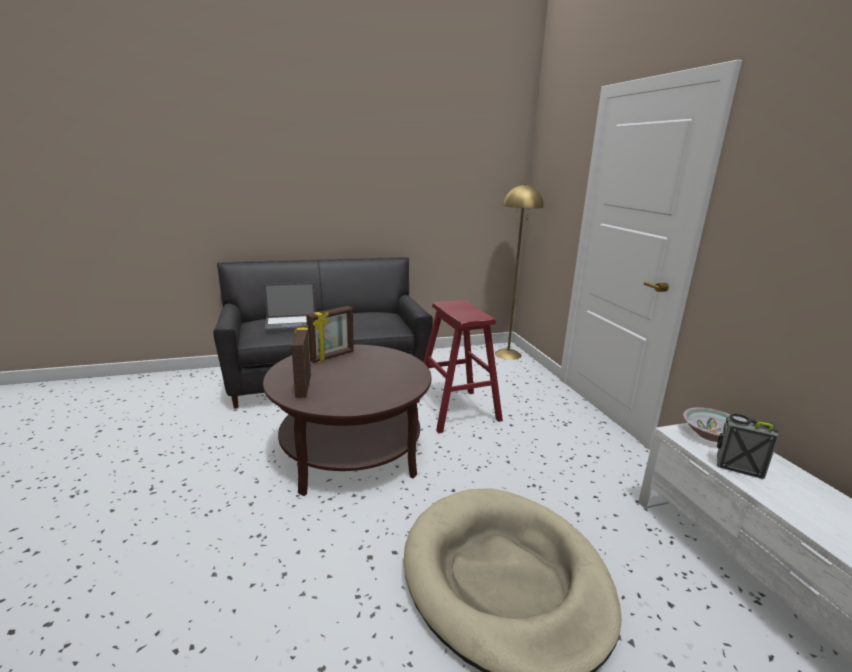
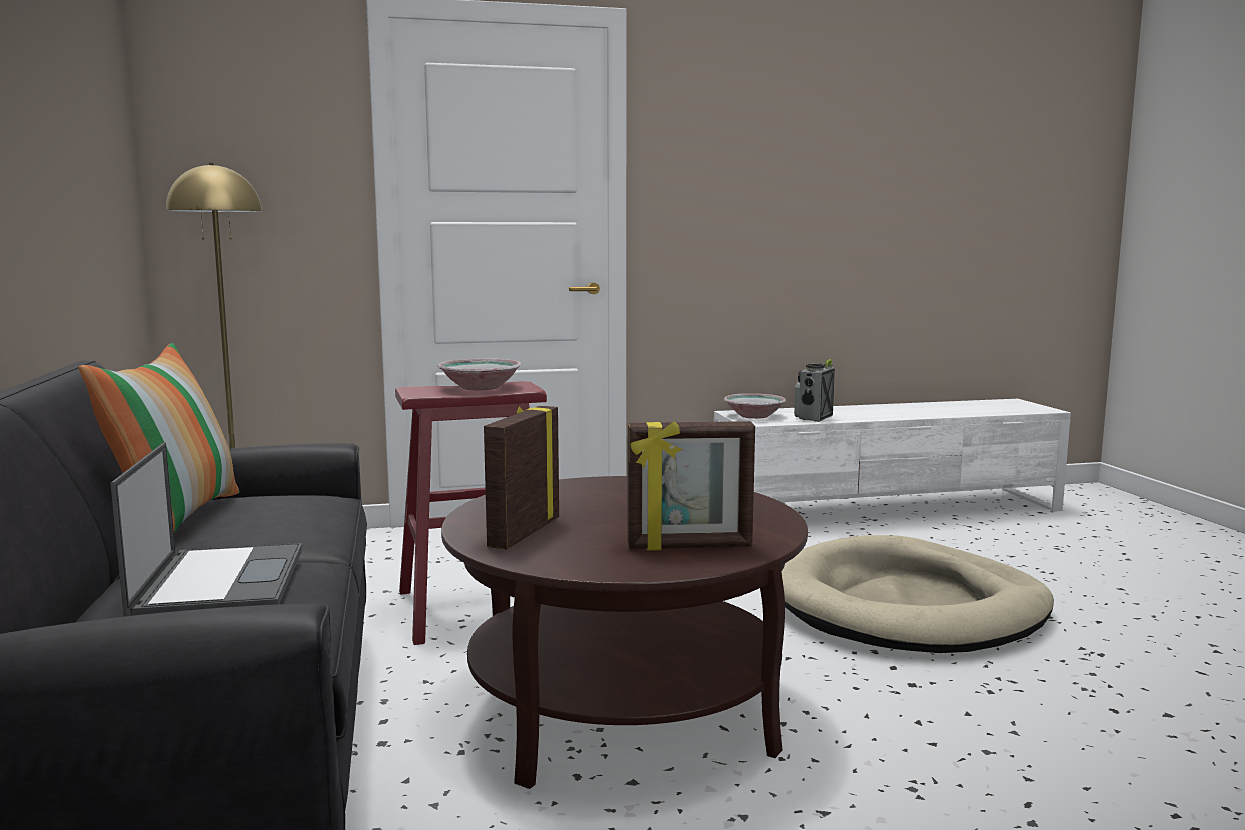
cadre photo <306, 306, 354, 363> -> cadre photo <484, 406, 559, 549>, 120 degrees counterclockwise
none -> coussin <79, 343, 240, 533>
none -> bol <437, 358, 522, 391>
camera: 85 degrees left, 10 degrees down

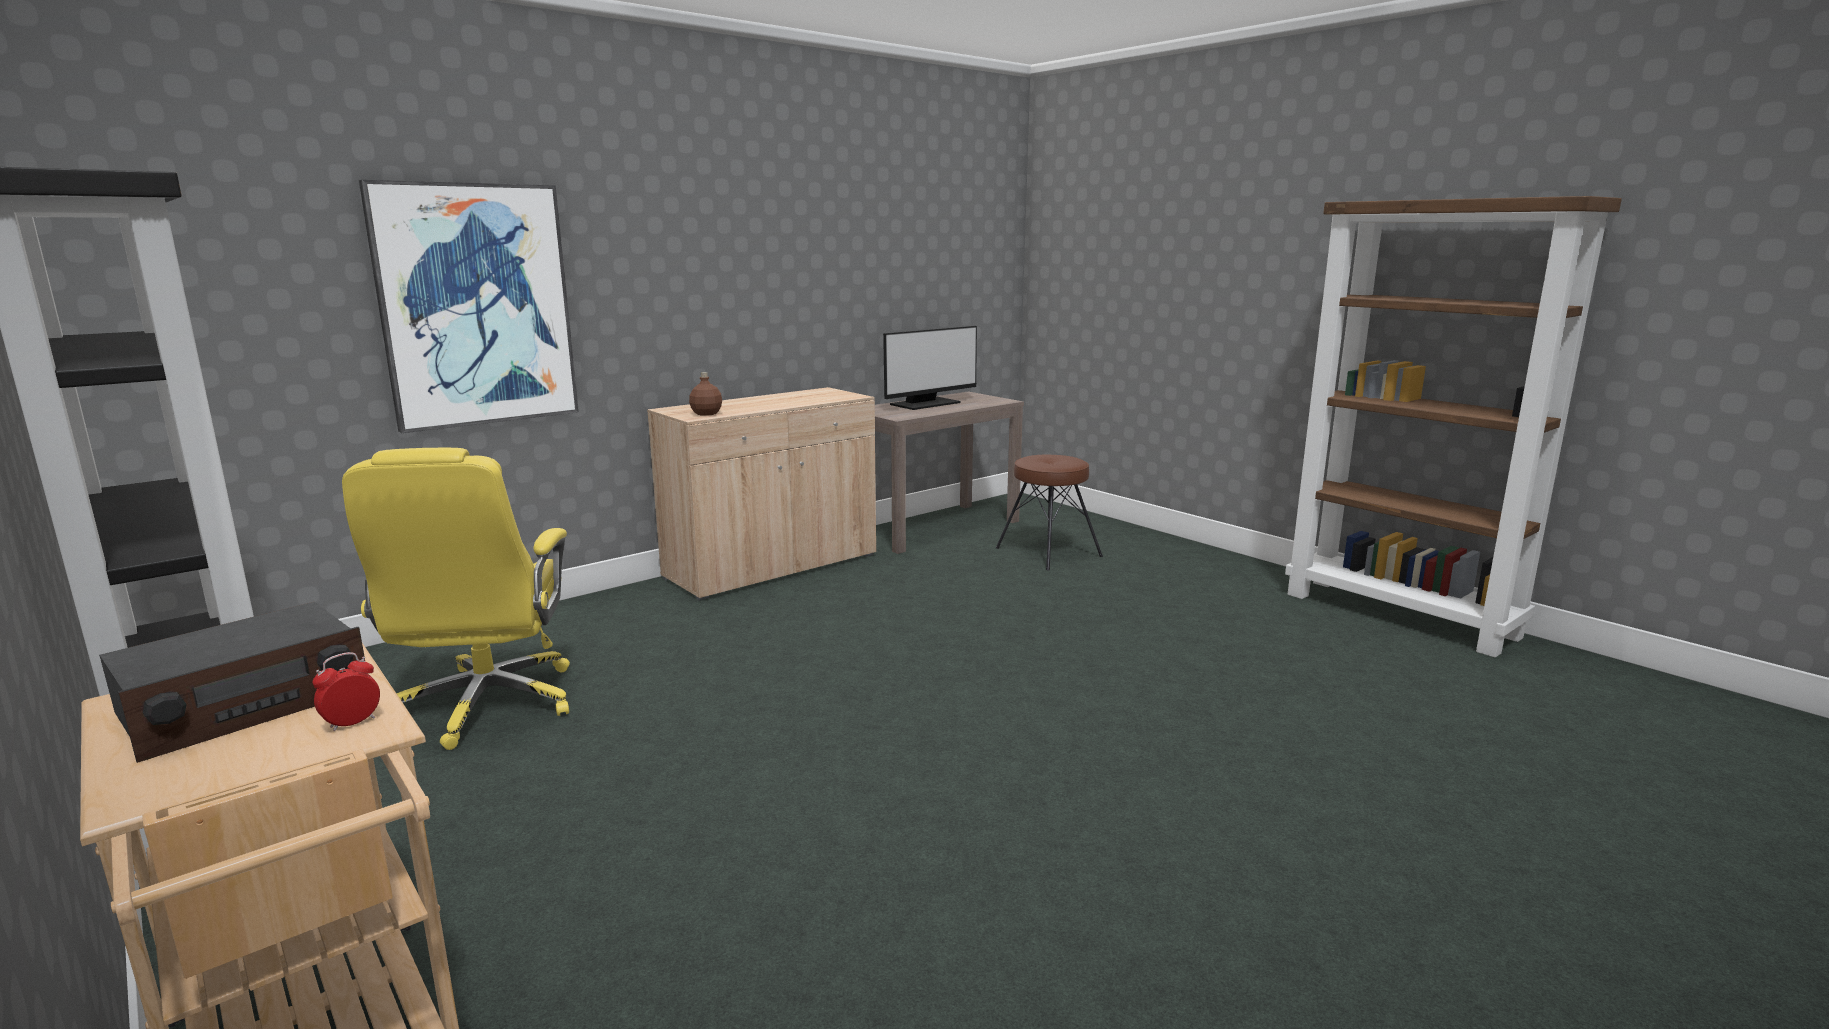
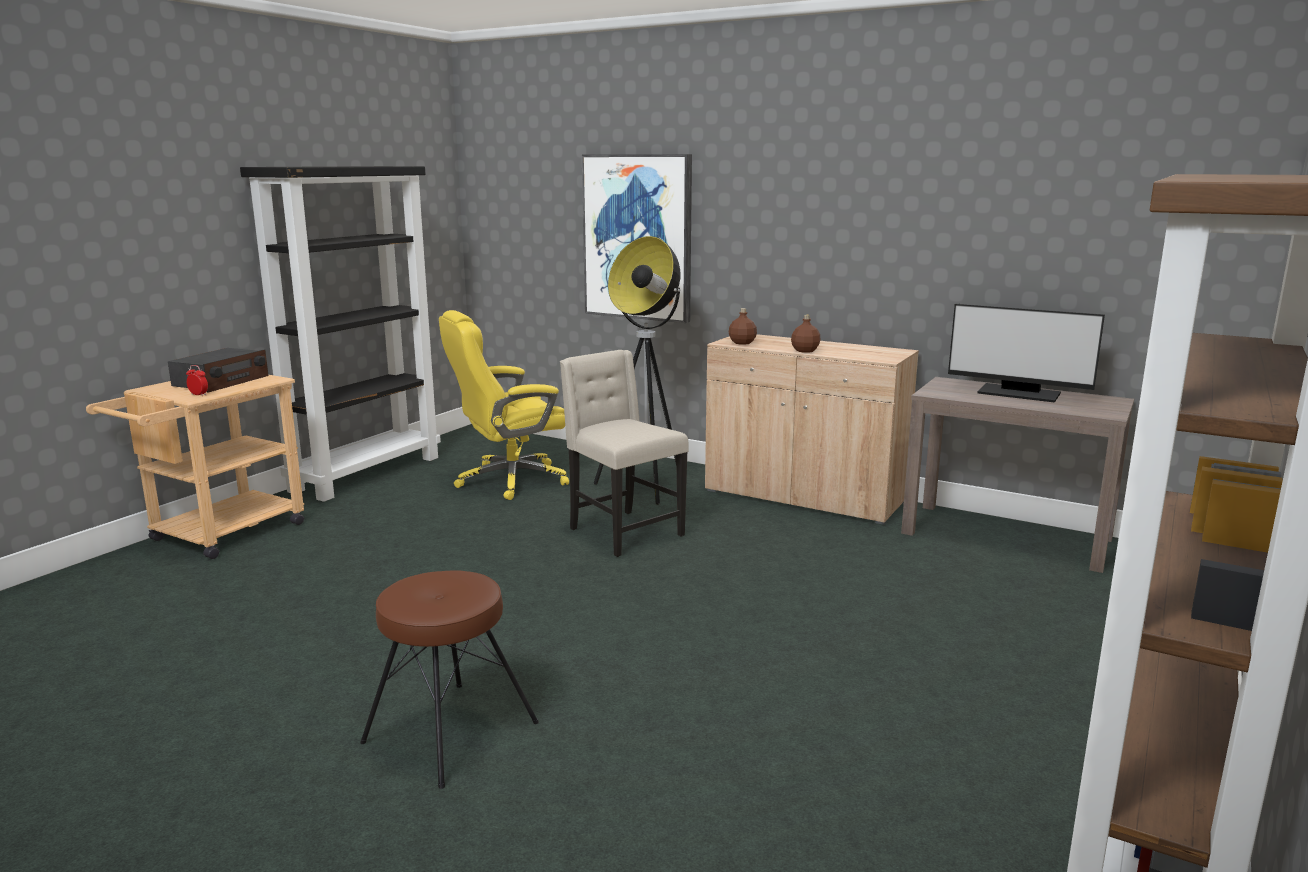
radio <99, 602, 365, 763> -> radio <168, 348, 269, 393>, 90 degrees counterclockwise
tabouret/marron <996, 455, 1103, 570> -> tabouret/marron <360, 570, 539, 789>, moved
none -> chaise/beige <560, 350, 689, 557>
none -> lampadaire <594, 236, 681, 505>
none -> bouteille/marron <791, 315, 821, 353>
camera: 70 degrees right, 0 degrees up

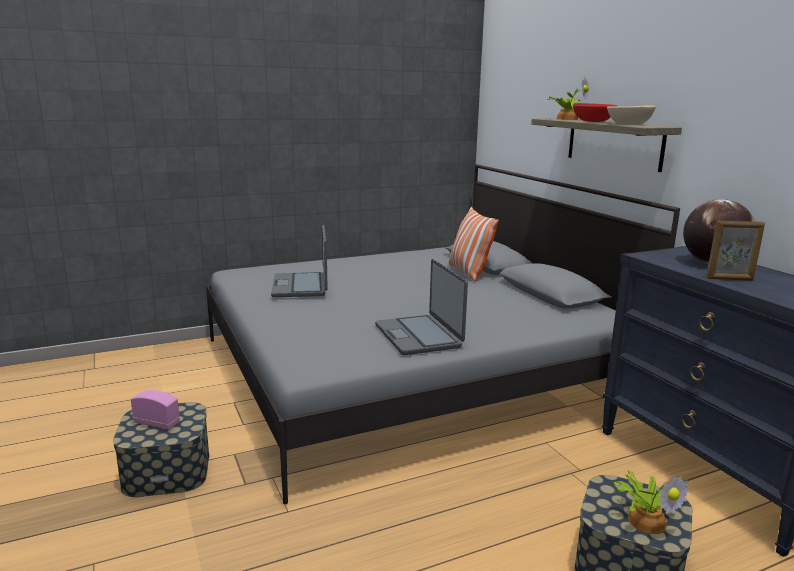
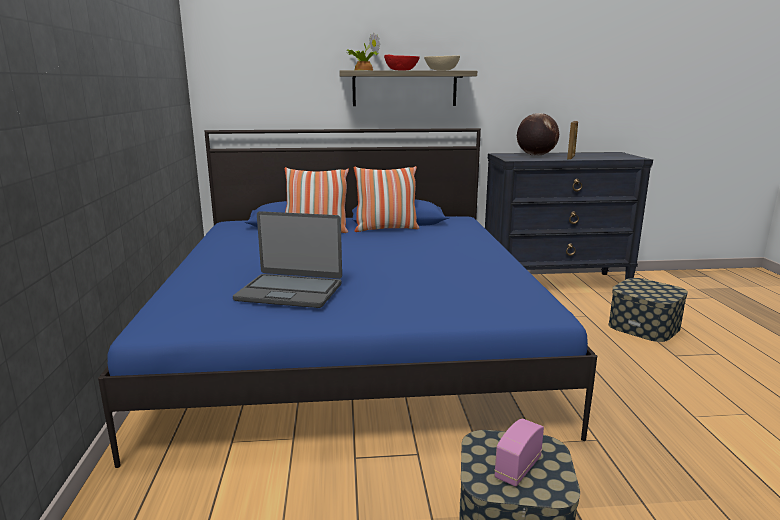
lit/gris <206, 164, 680, 504> -> lit/bleu <98, 128, 597, 468>
ordinateur portable <375, 259, 468, 355> -> none
plante en pot <612, 470, 689, 534> -> none
none -> coussin <354, 166, 419, 232>
camera: 70 degrees left, 0 degrees up

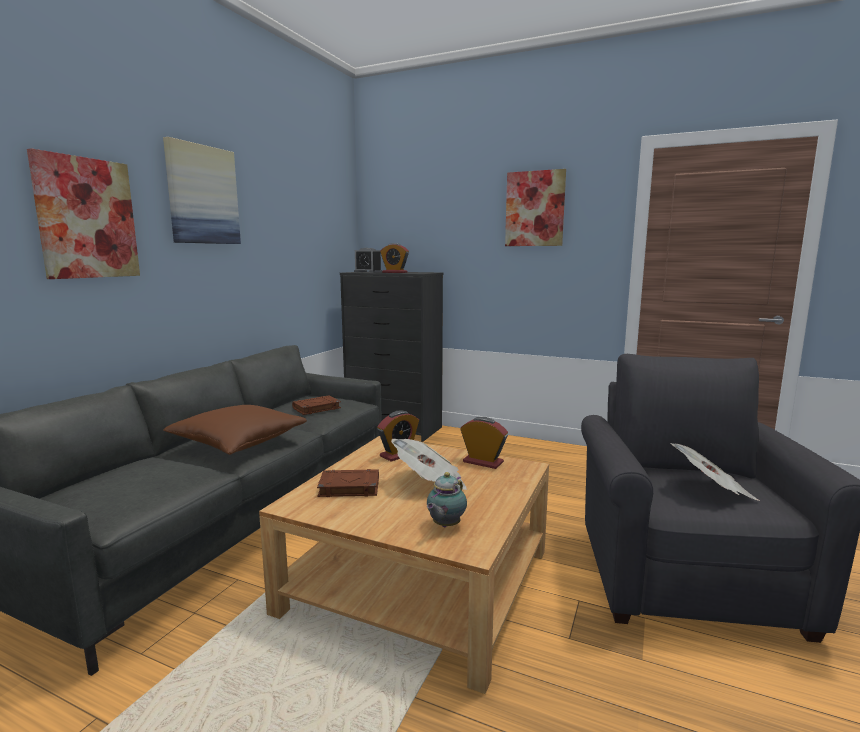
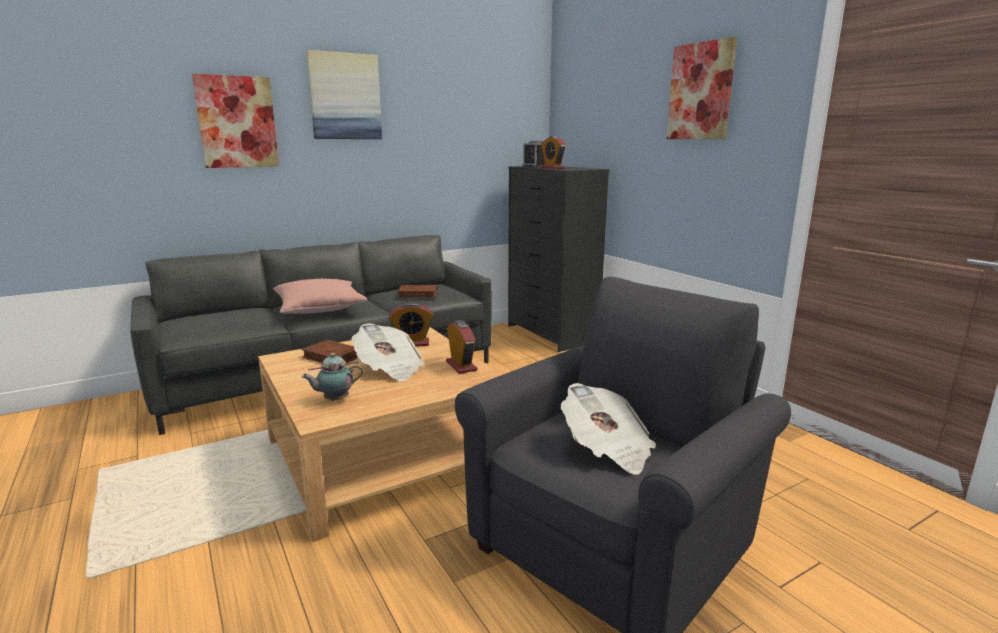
coussin/marron <163, 405, 307, 455> -> coussin/rose <273, 279, 367, 314>
camera: 35 degrees right, 5 degrees up

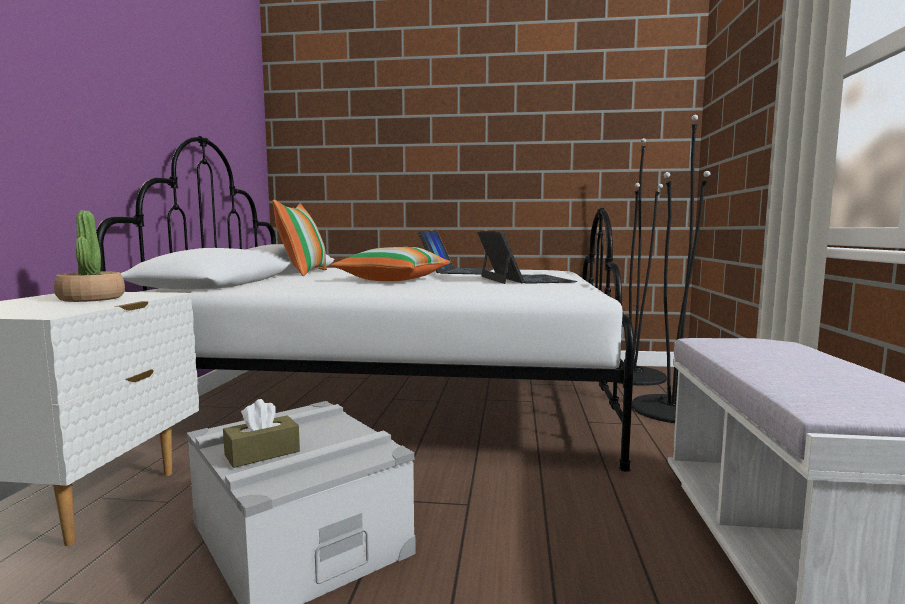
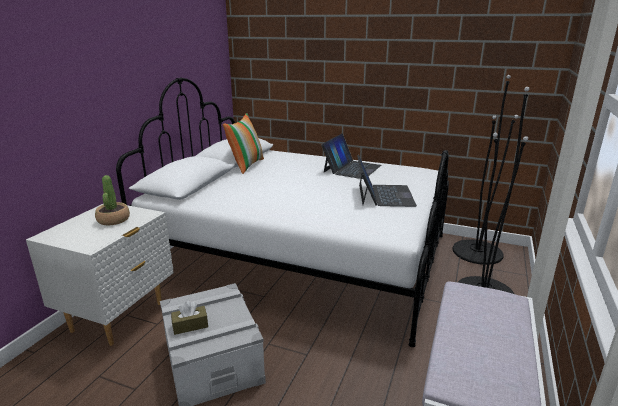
coussin <331, 247, 451, 281> -> none
camera: 15 degrees right, 15 degrees up

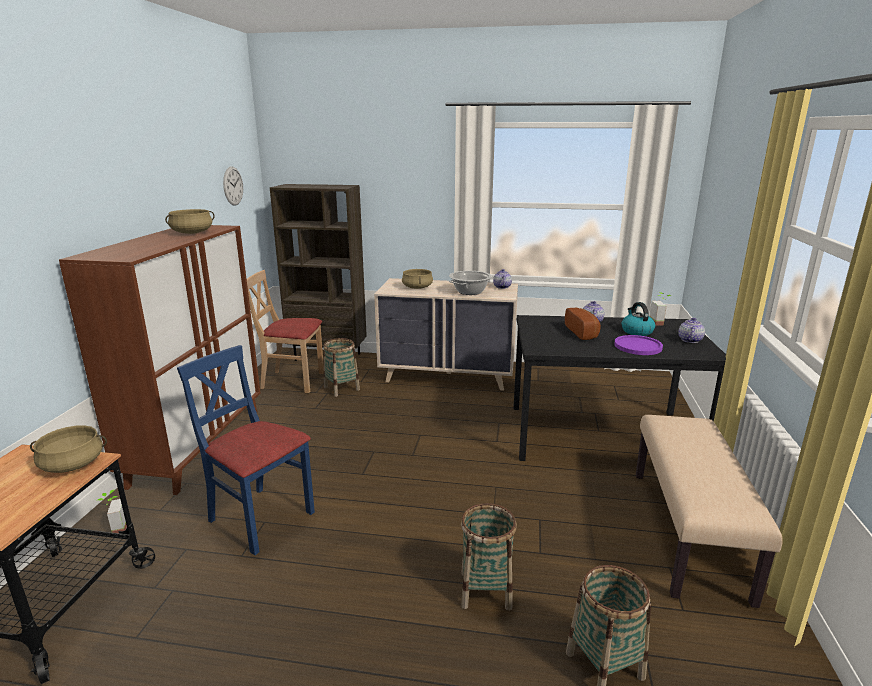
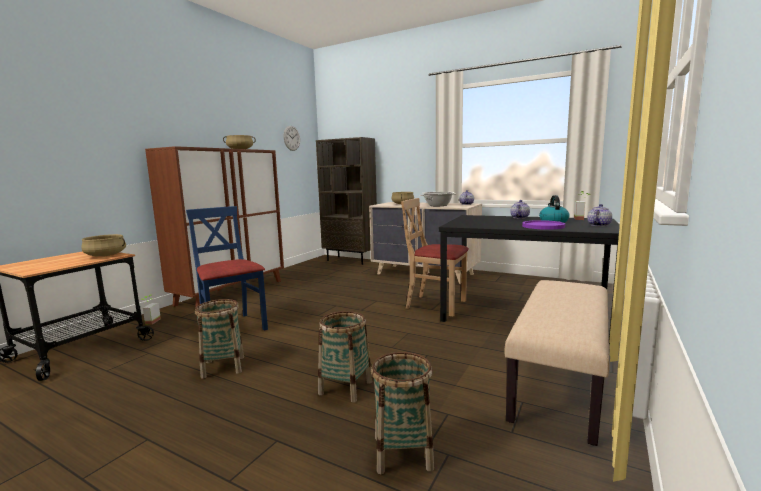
chaise/beige <247, 270, 324, 393> -> chaise/beige <401, 198, 469, 316>, moved
panier <324, 338, 360, 397> -> panier <195, 299, 244, 379>, moved
pain <565, 308, 601, 340> -> none
camera: 20 degrees right, 10 degrees down

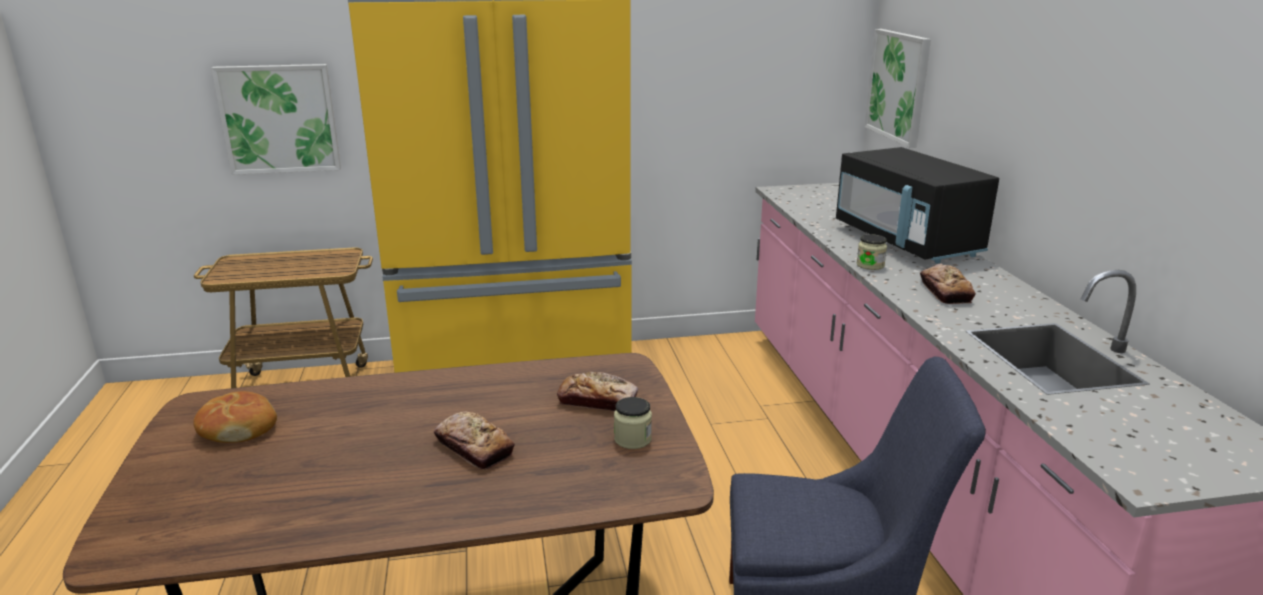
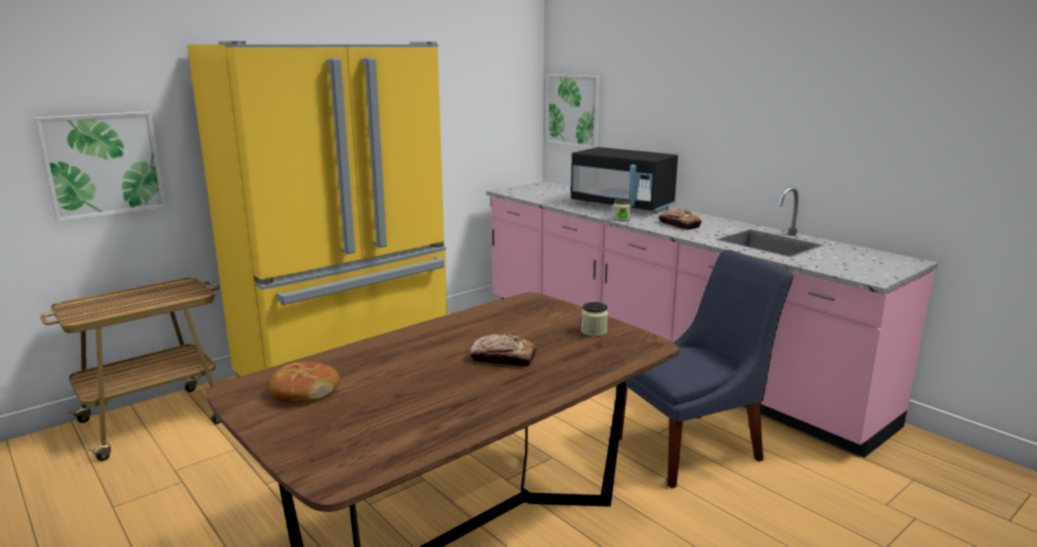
pain <557, 372, 638, 411> -> none
camera: 30 degrees left, 5 degrees down

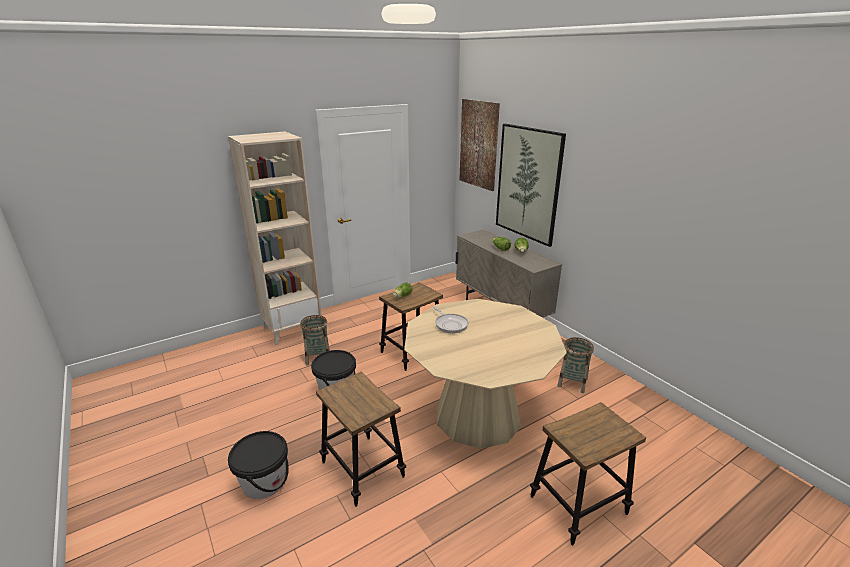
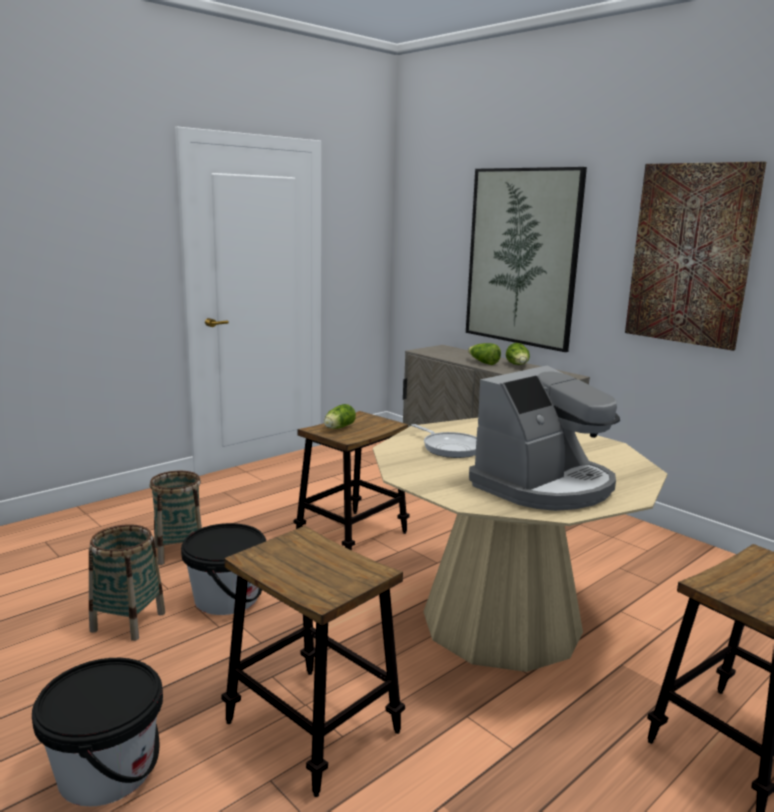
bibliothèque/beige <228, 131, 322, 346> -> none
tableau <460, 99, 500, 191> -> tableau <625, 162, 766, 351>, moved
panier <557, 337, 594, 393> -> panier <89, 524, 165, 641>, moved
none -> machine à café <469, 365, 620, 511>
camera: 10 degrees left, 10 degrees down

